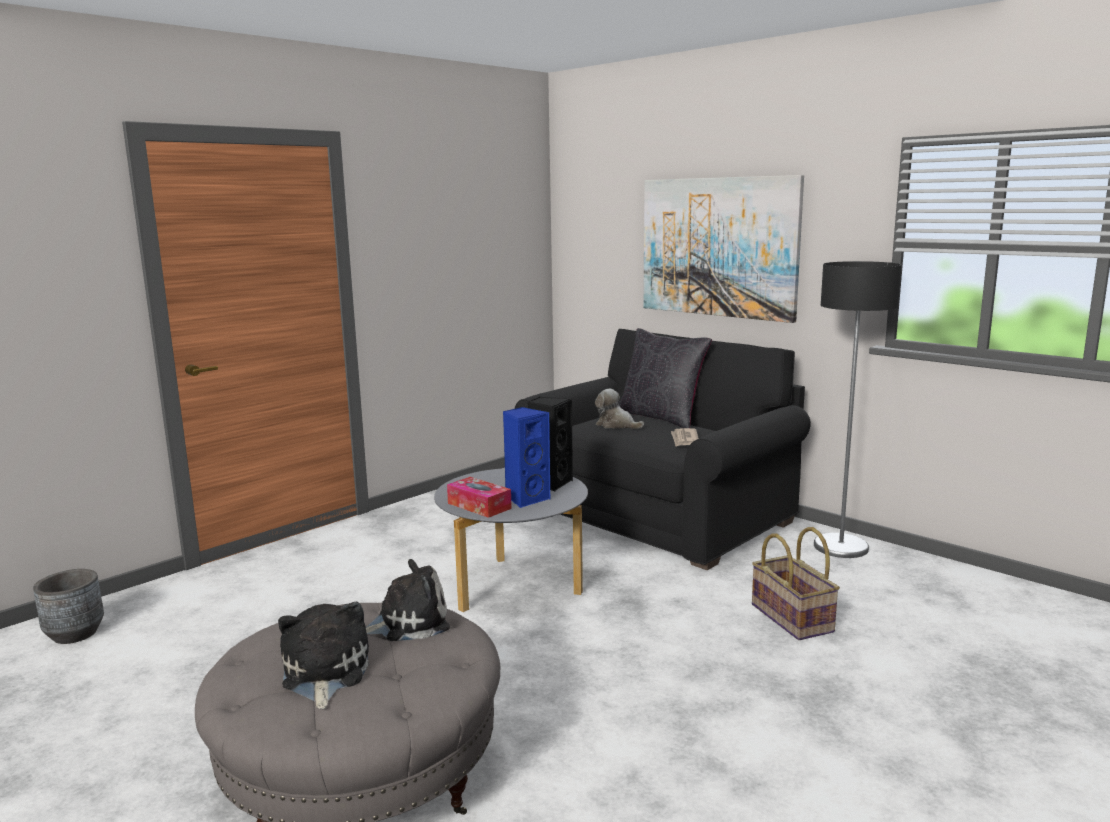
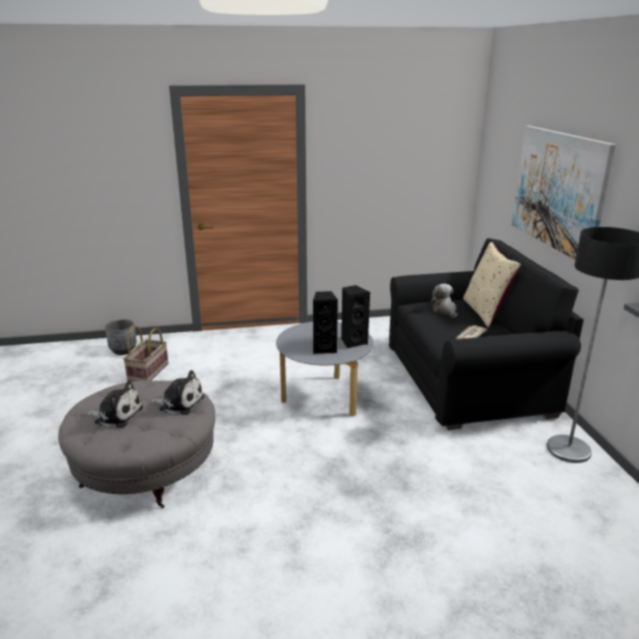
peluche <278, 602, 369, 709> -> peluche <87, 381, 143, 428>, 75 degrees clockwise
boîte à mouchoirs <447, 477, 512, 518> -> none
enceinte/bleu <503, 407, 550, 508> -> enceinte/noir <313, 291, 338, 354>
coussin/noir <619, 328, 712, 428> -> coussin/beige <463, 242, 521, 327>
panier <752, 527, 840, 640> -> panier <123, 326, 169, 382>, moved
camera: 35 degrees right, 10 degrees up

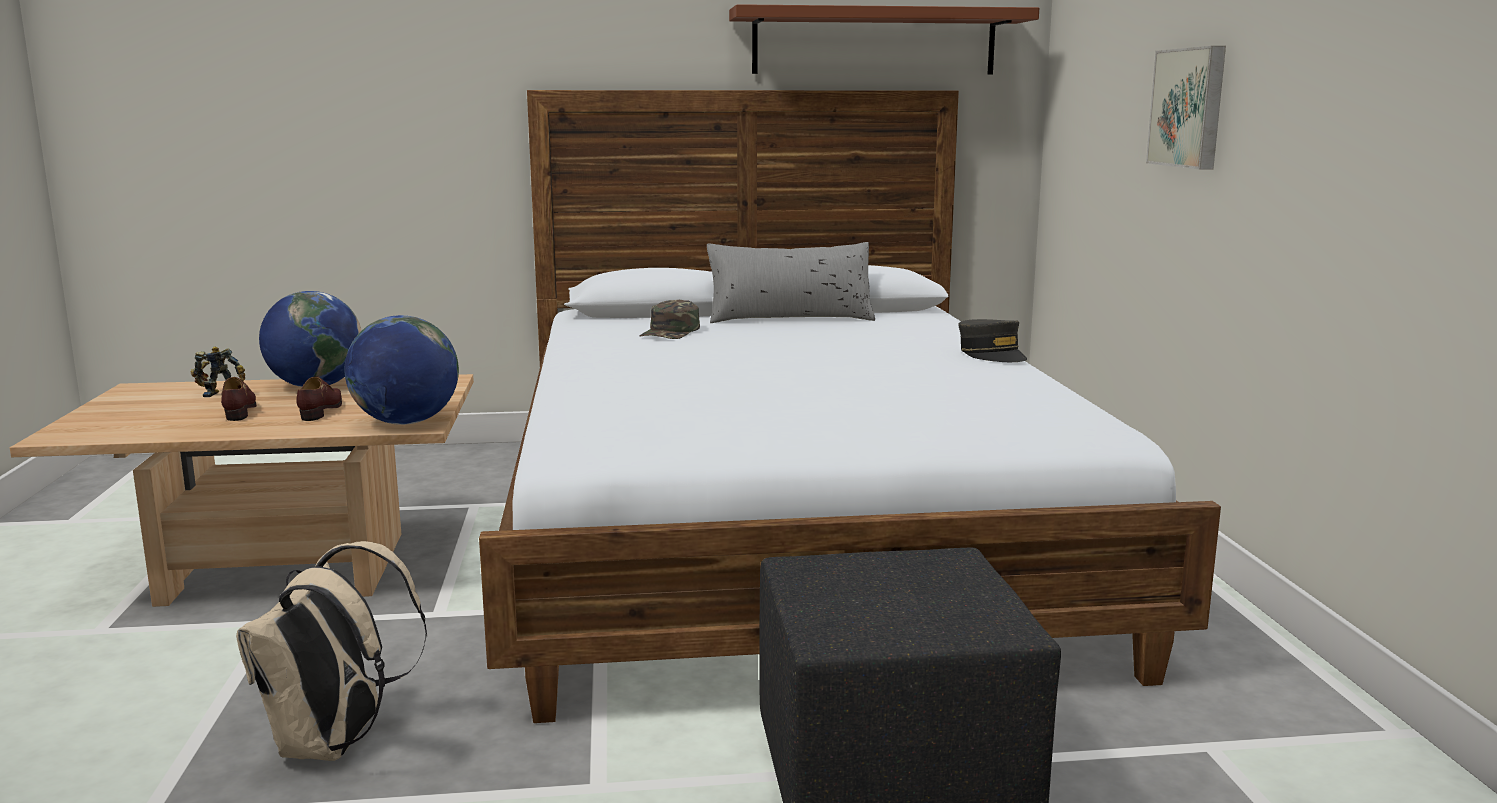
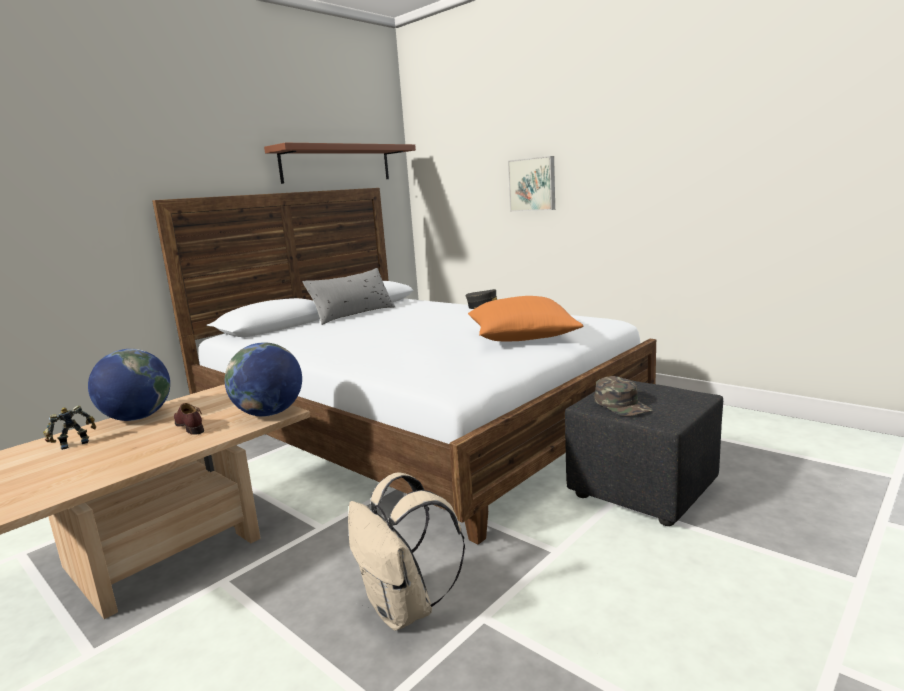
chaussure/marron <221, 377, 257, 421> -> none
casquette/vert <639, 300, 700, 339> -> casquette/vert <594, 376, 653, 416>, moved
none -> coussin/orange <468, 296, 583, 341>
camera: 40 degrees left, 0 degrees up

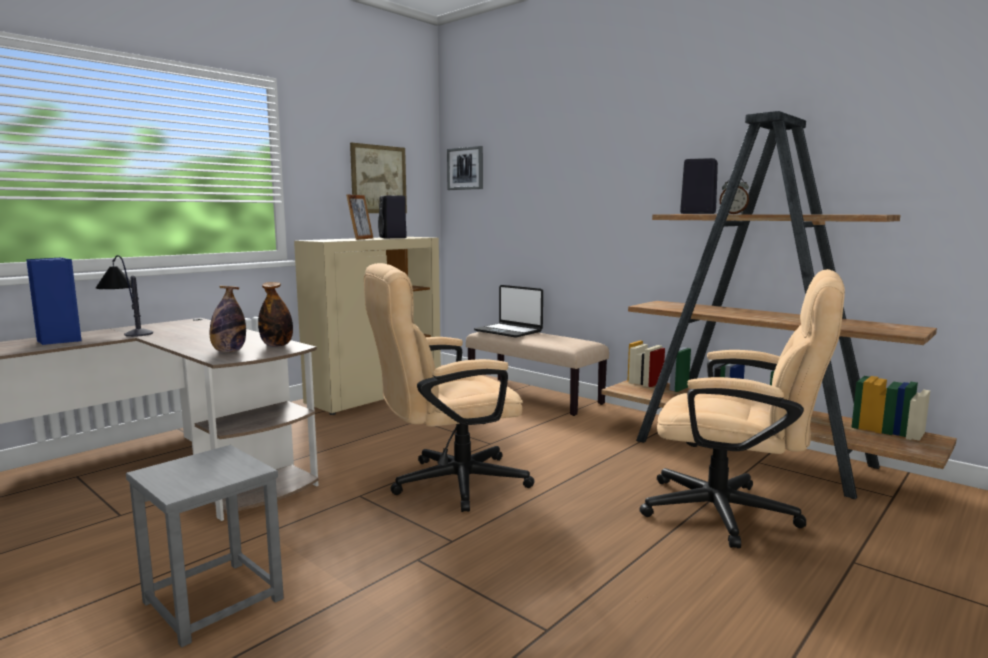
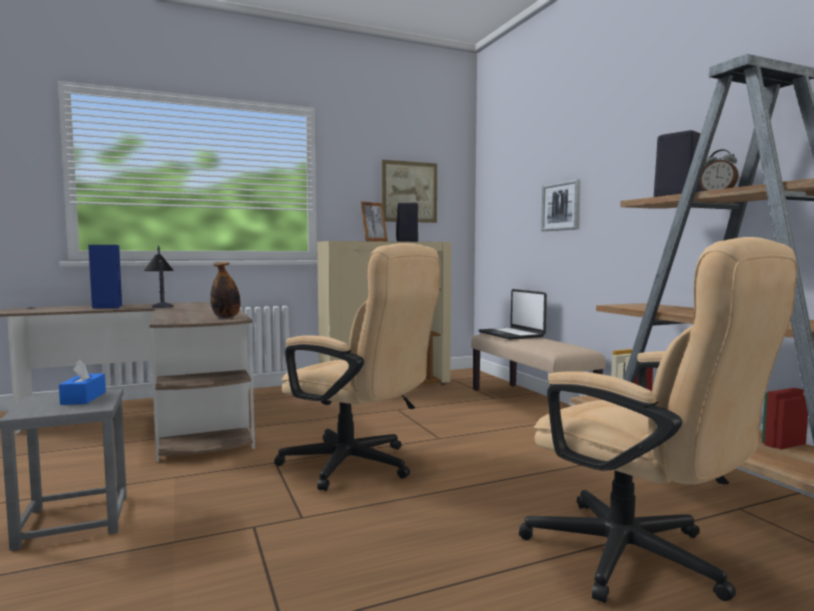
bouteille <210, 286, 246, 352> -> none
chaise de bureau/beige <364, 263, 534, 512> -> chaise de bureau/beige <274, 243, 440, 491>, 150 degrees counterclockwise
tableau <447, 146, 483, 190> -> tableau <541, 179, 581, 231>, moved
none -> boîte à mouchoirs/bleu <59, 360, 106, 405>
camera: 25 degrees right, 5 degrees down

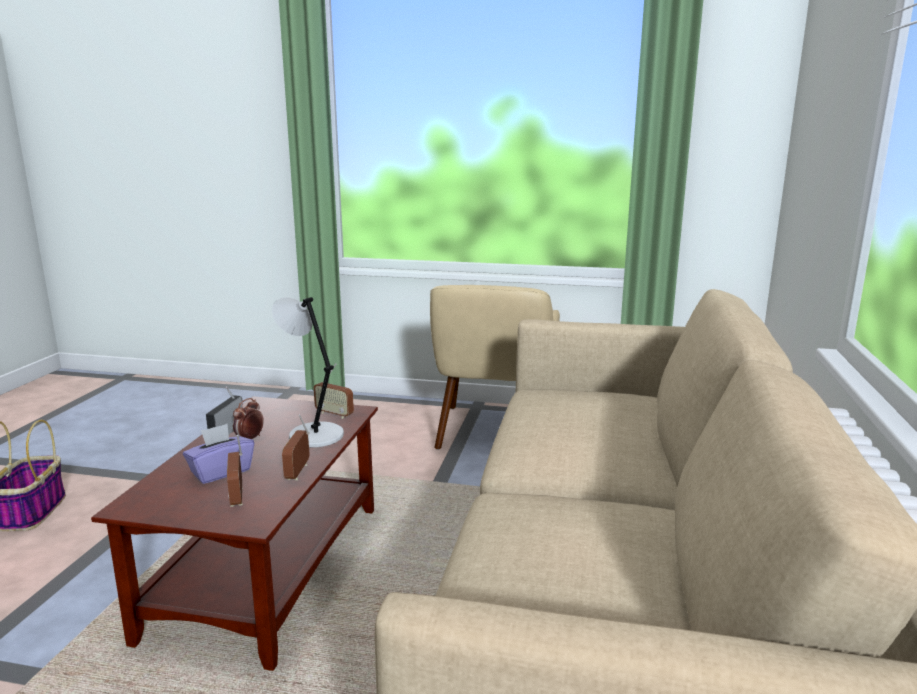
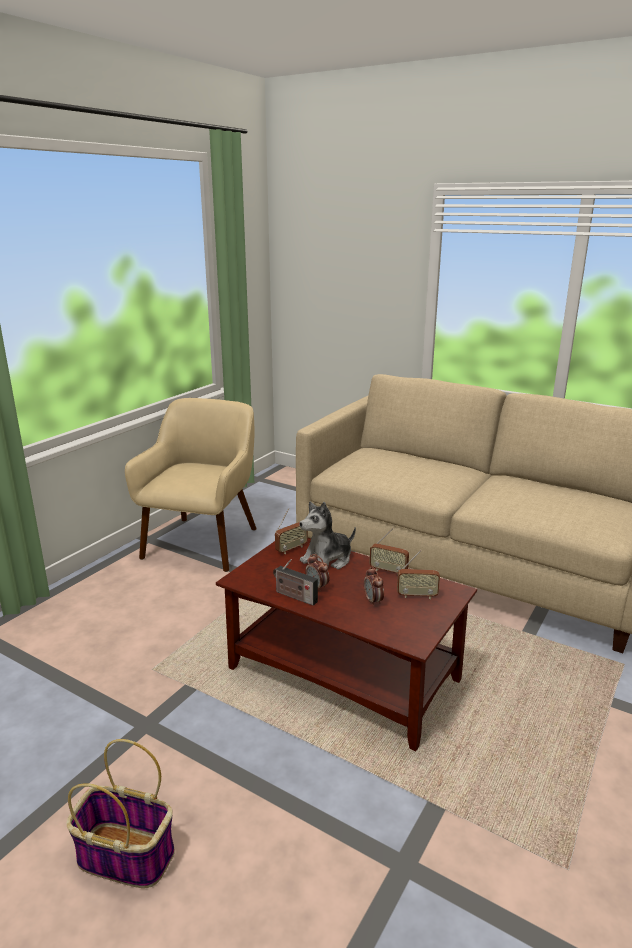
boîte à mouchoirs/violet <183, 424, 254, 484> -> réveil <364, 567, 384, 607>
lampe de table/gris <272, 297, 344, 448> -> peluche <299, 502, 356, 569>
fauteuil/beige <430, 285, 560, 450> -> fauteuil/beige <125, 398, 257, 572>, 105 degrees counterclockwise
camera: 70 degrees left, 5 degrees up

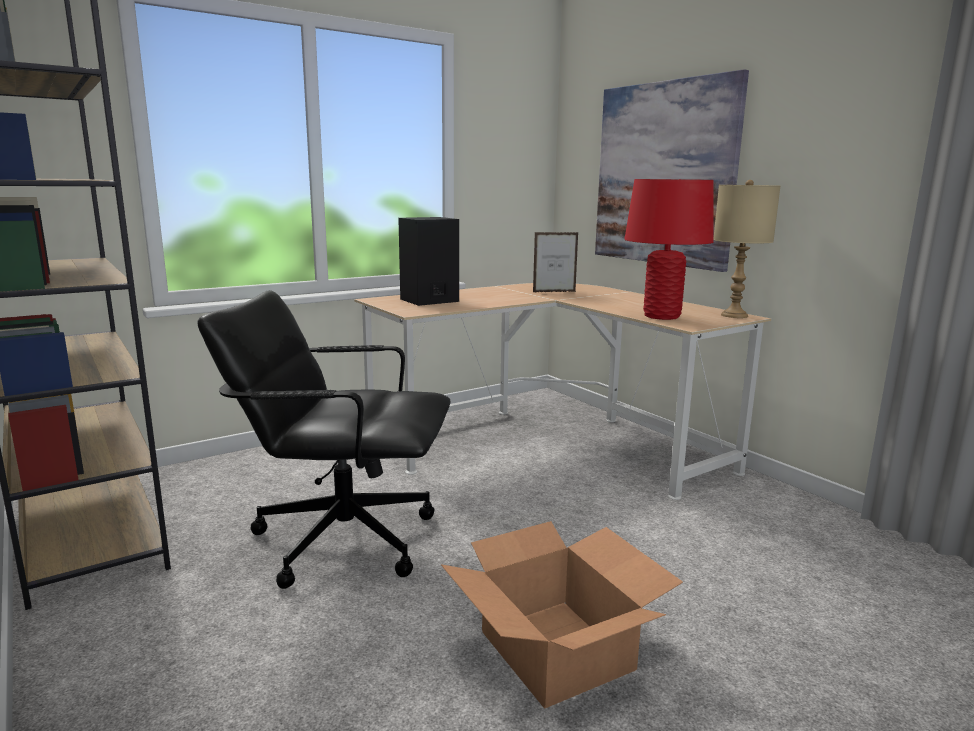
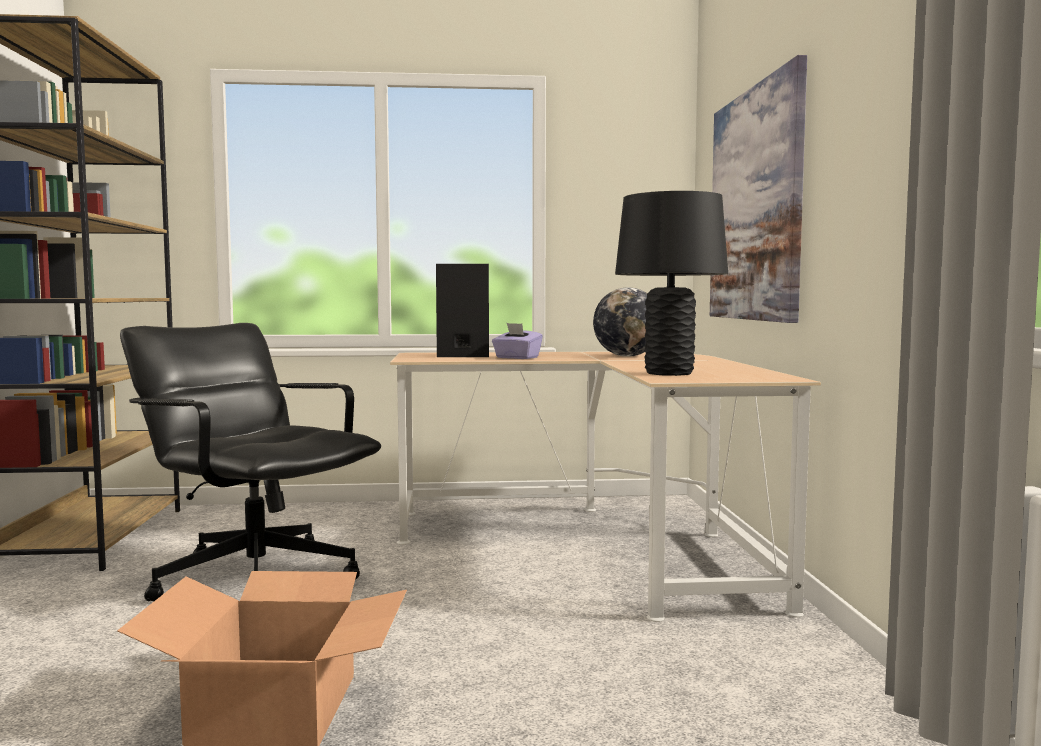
cadre photo <533, 232, 579, 292> -> globe <593, 287, 647, 357>
lampe de table/rouge <624, 179, 714, 320> -> lampe de table/noir <615, 191, 728, 376>
lampe de table/beige <714, 180, 780, 318> -> none
none -> boîte à mouchoirs/violet <492, 323, 543, 359>
camera: 30 degrees right, 10 degrees down

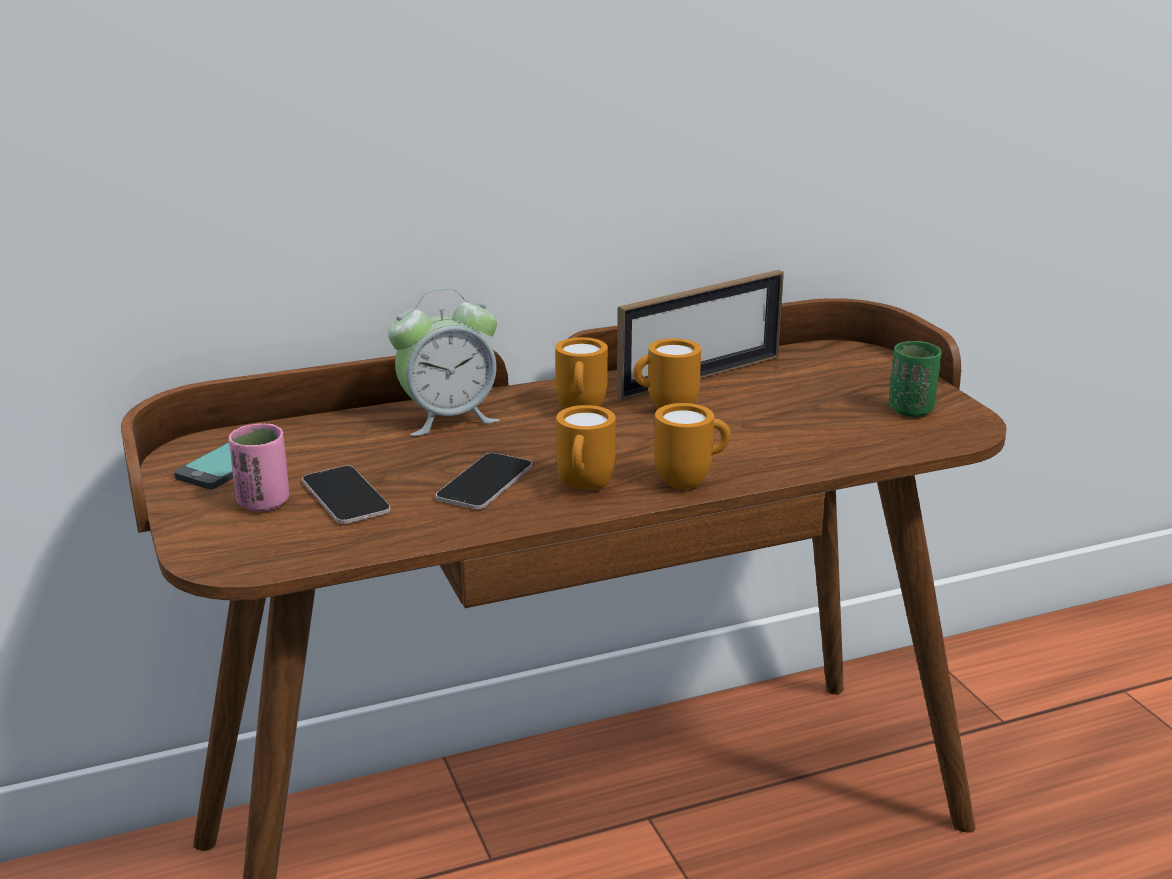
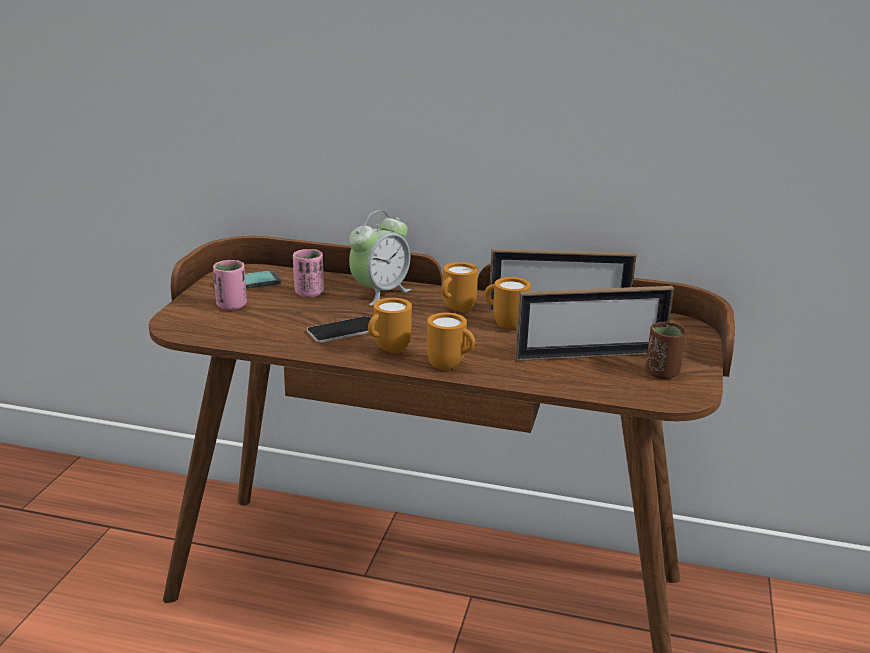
téléphone <302, 466, 391, 524> -> none
réveil <388, 288, 499, 436> -> réveil <349, 210, 411, 306>, 60 degrees counterclockwise
tasse/vert <889, 341, 942, 417> -> tasse/marron <645, 322, 686, 379>
none -> tasse/rose <293, 249, 324, 297>
none -> cadre photo <515, 286, 674, 361>
camera: 35 degrees right, 0 degrees up

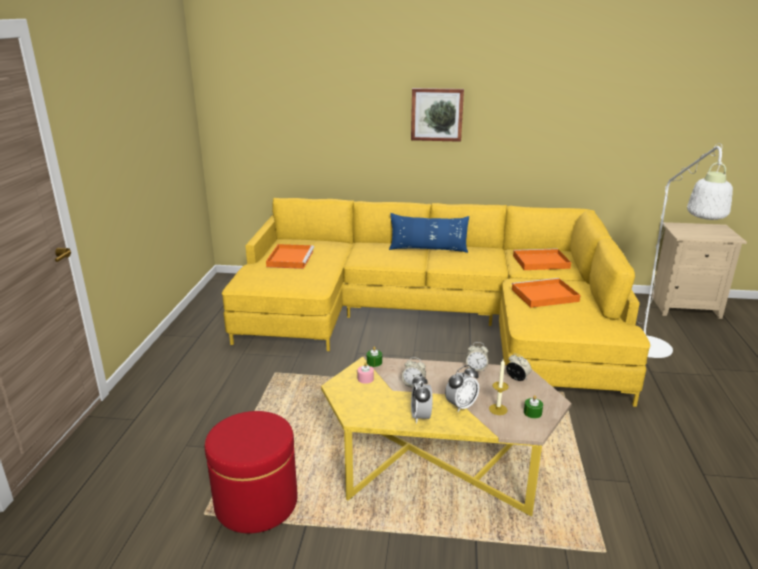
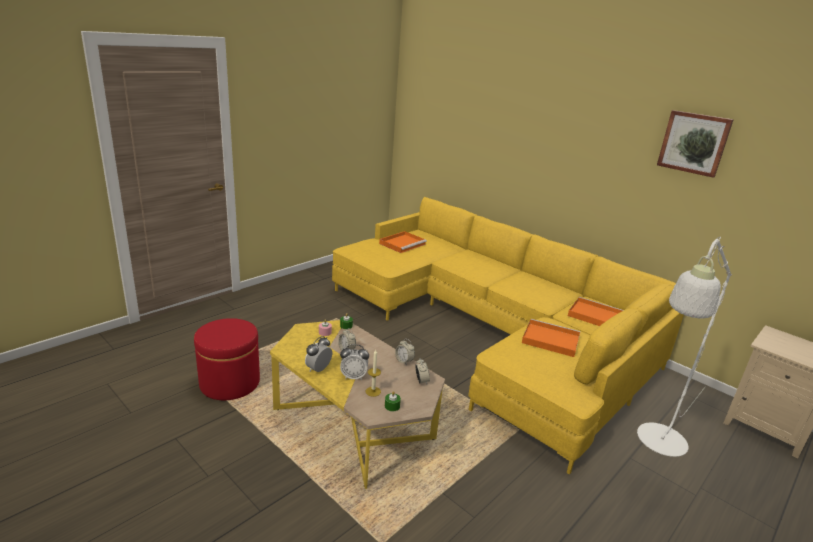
coussin/bleu <389, 213, 469, 253> -> none
tableau <411, 88, 464, 142> -> tableau <657, 110, 734, 178>, moved
camera: 35 degrees right, 0 degrees up

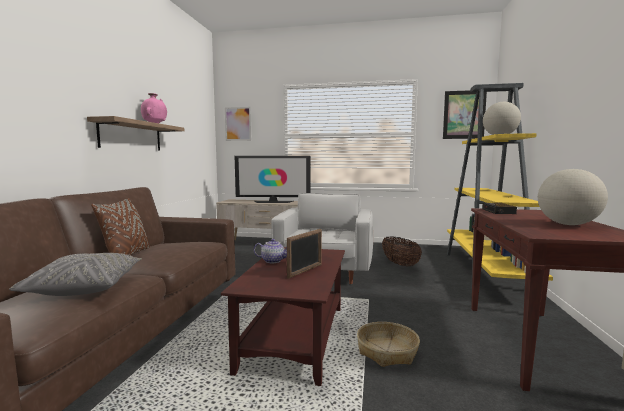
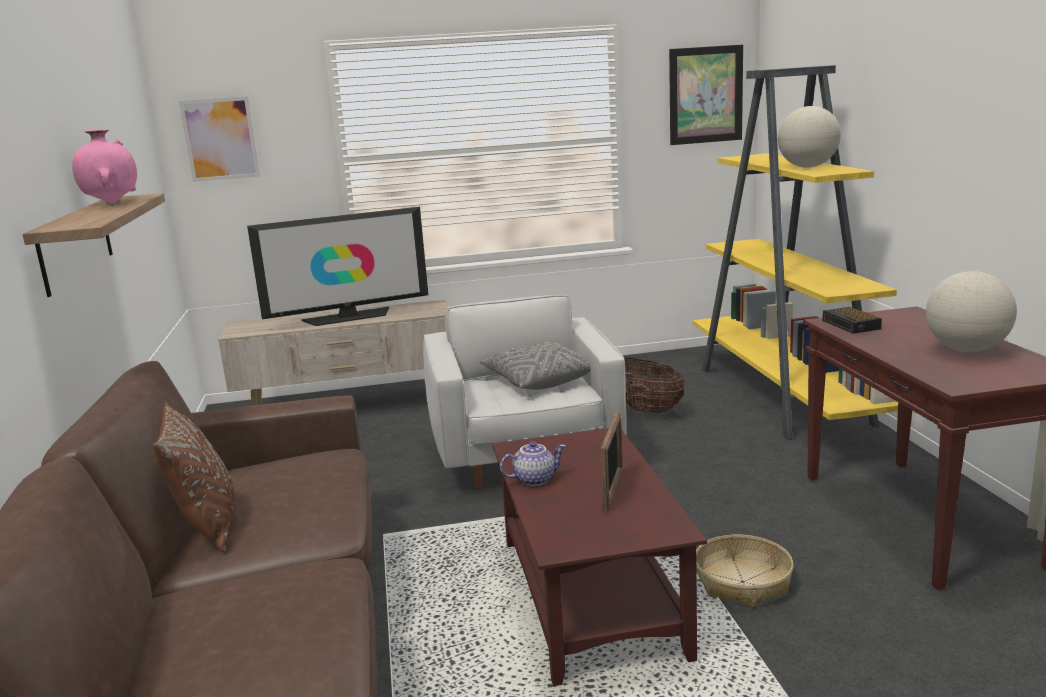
coussin/gris <9, 253, 142, 296> -> coussin/gris <480, 342, 591, 390>, moved
camera: 20 degrees left, 10 degrees up

